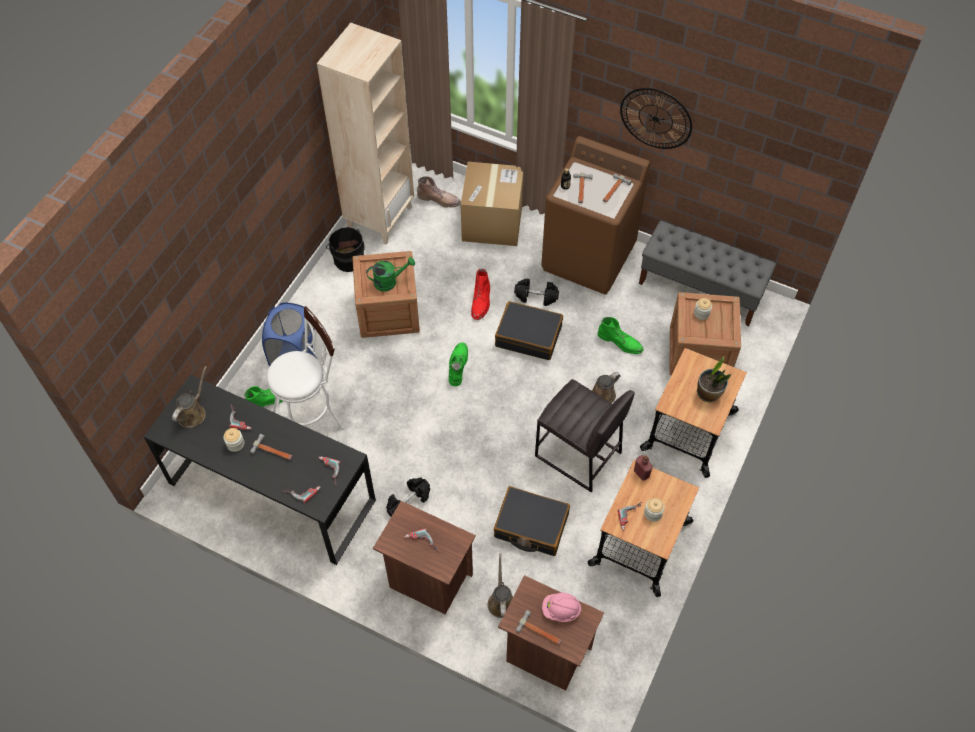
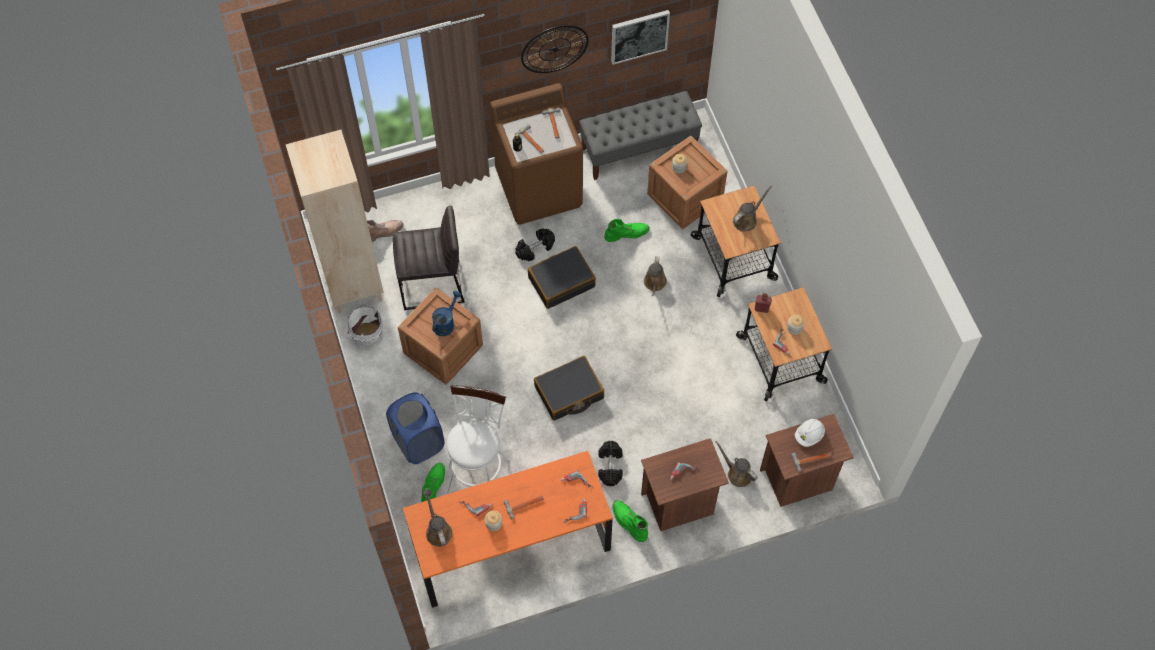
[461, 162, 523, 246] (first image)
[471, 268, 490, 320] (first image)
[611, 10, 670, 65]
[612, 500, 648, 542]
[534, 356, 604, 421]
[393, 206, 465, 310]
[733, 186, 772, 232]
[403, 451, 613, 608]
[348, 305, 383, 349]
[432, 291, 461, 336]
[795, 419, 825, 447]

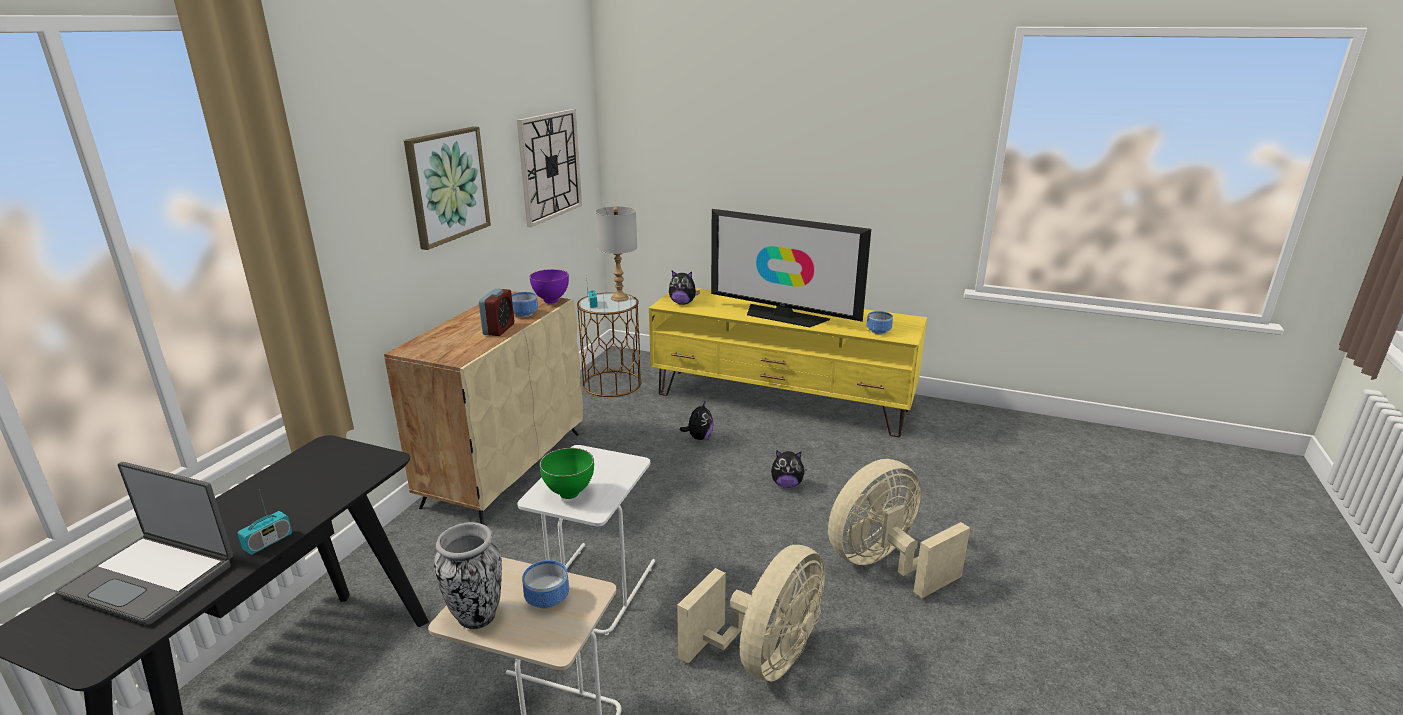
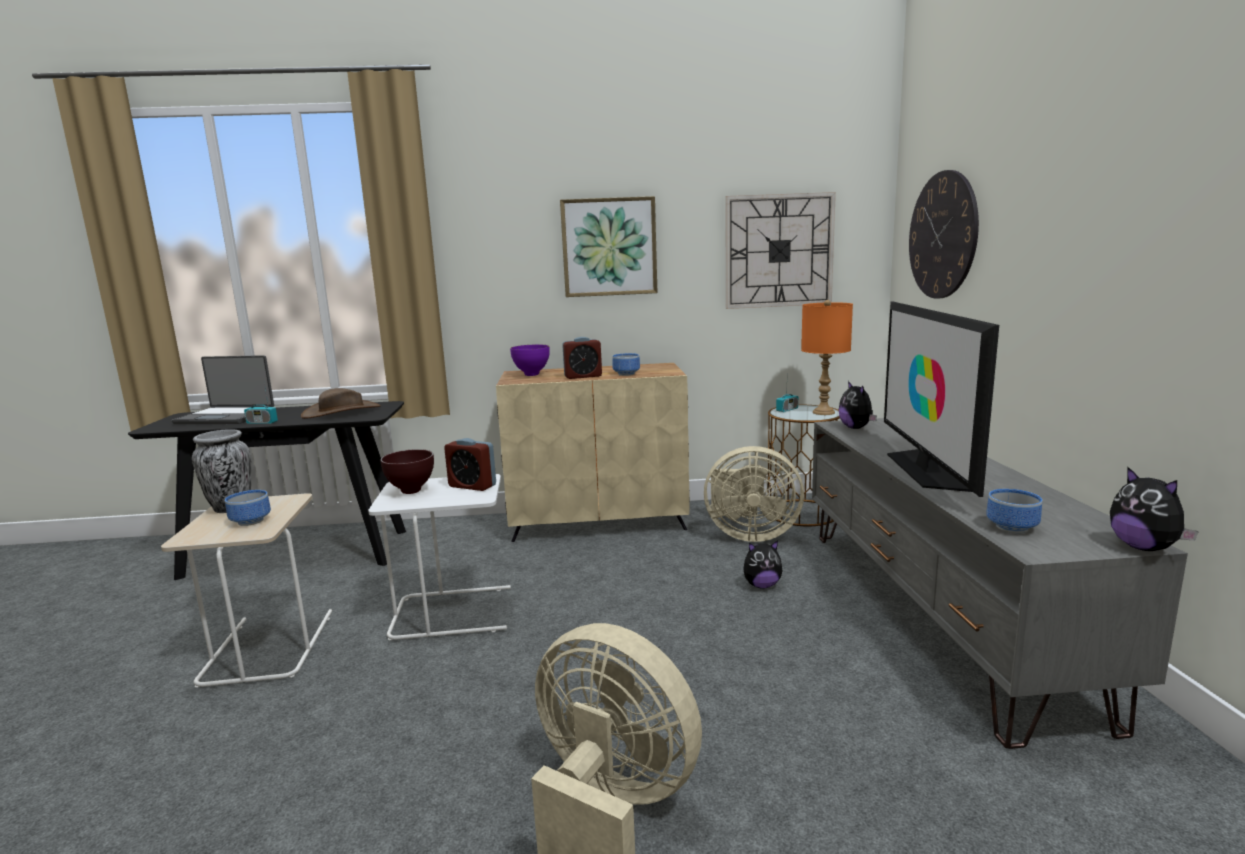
[301, 388, 381, 419]
[444, 438, 496, 491]
[909, 170, 979, 299]
[510, 344, 550, 376]
[704, 446, 804, 542]
[1110, 467, 1199, 551]
[380, 449, 434, 494]
[801, 300, 853, 415]
[812, 418, 1188, 749]
[172, 355, 274, 424]

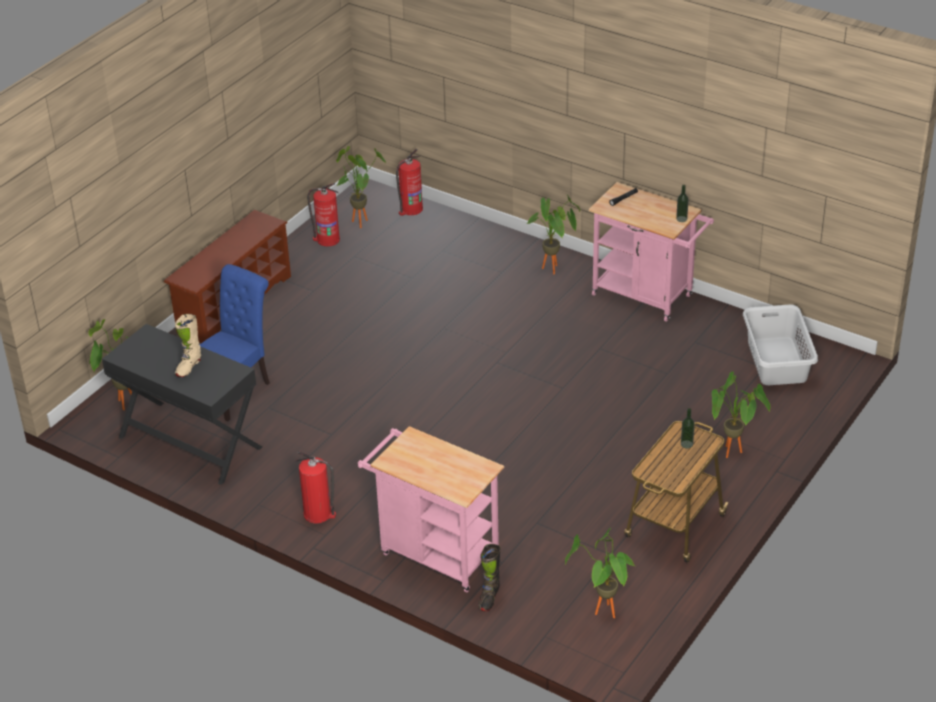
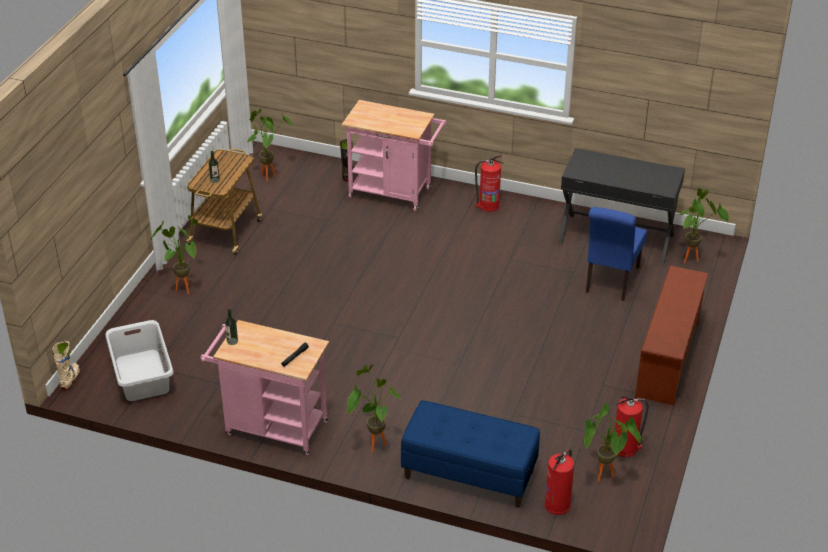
[401, 400, 540, 508]
[52, 341, 80, 390]

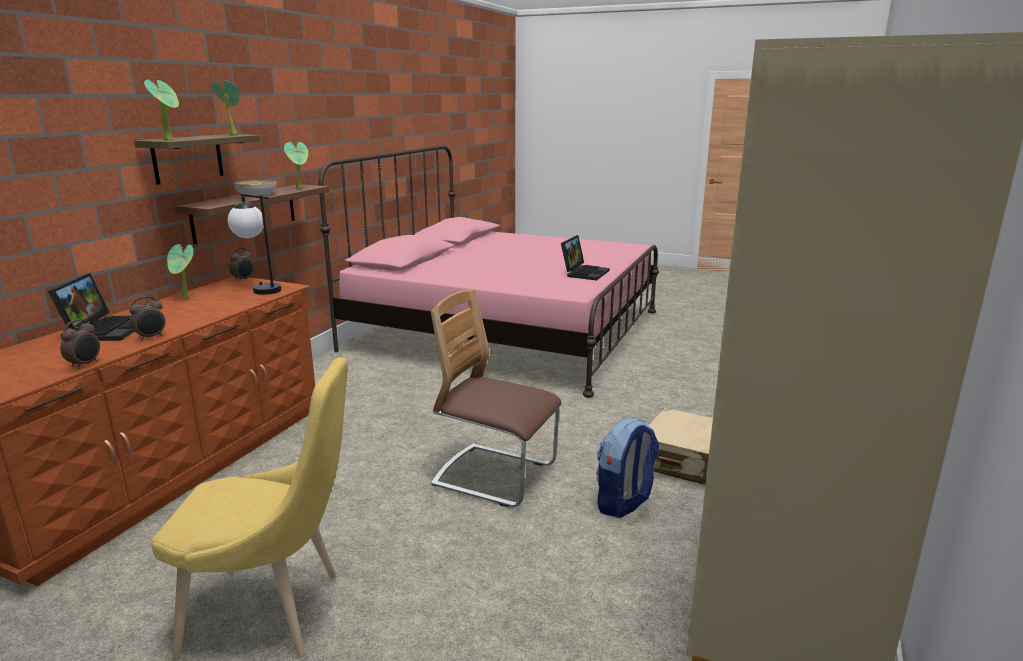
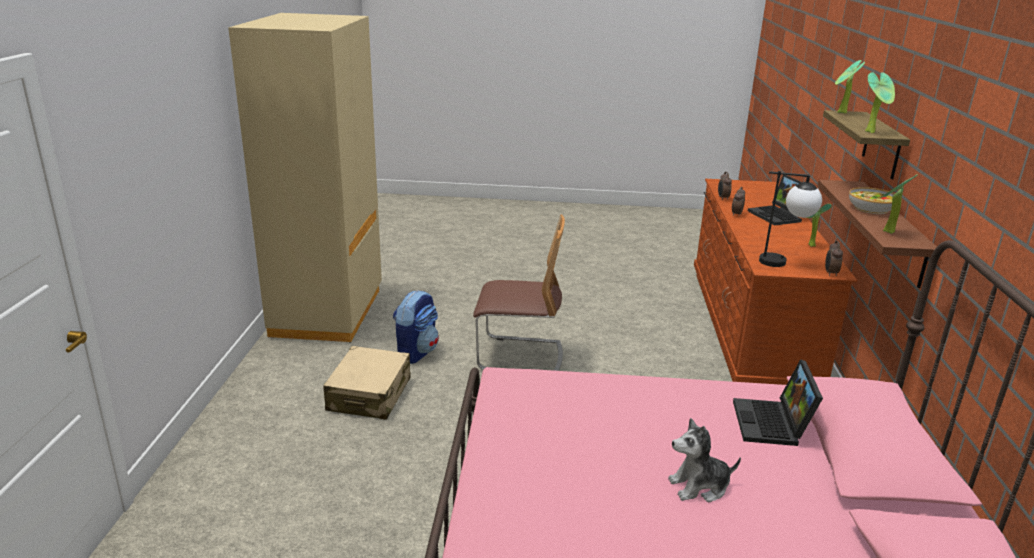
[151, 357, 348, 661] (first image)
[668, 418, 741, 503]
[733, 359, 823, 446]

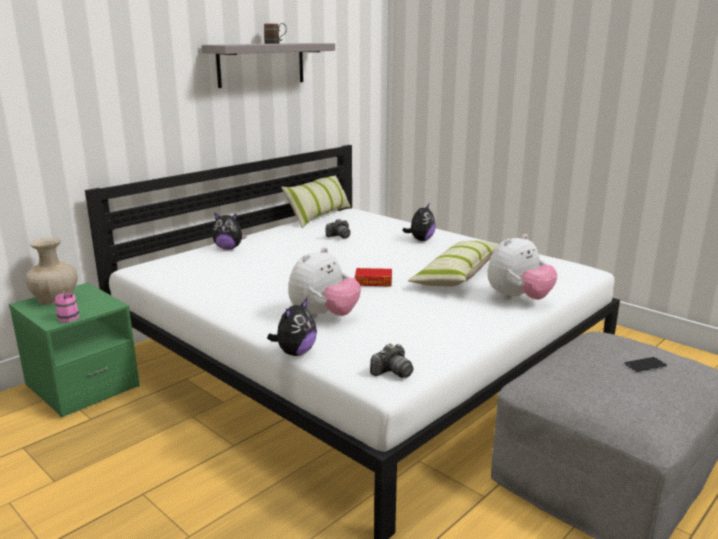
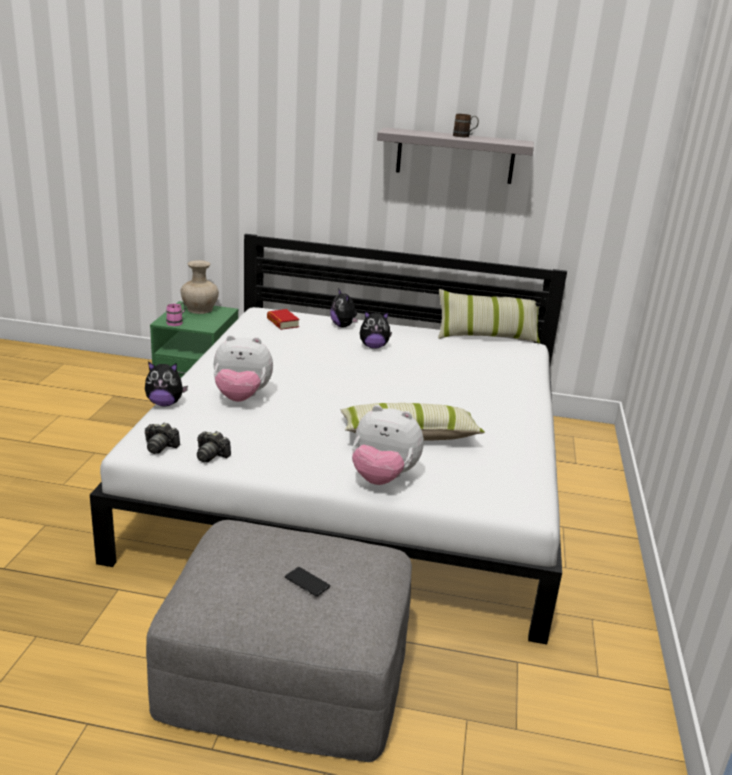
[197, 431, 231, 462]
[267, 309, 300, 330]
[360, 311, 392, 349]

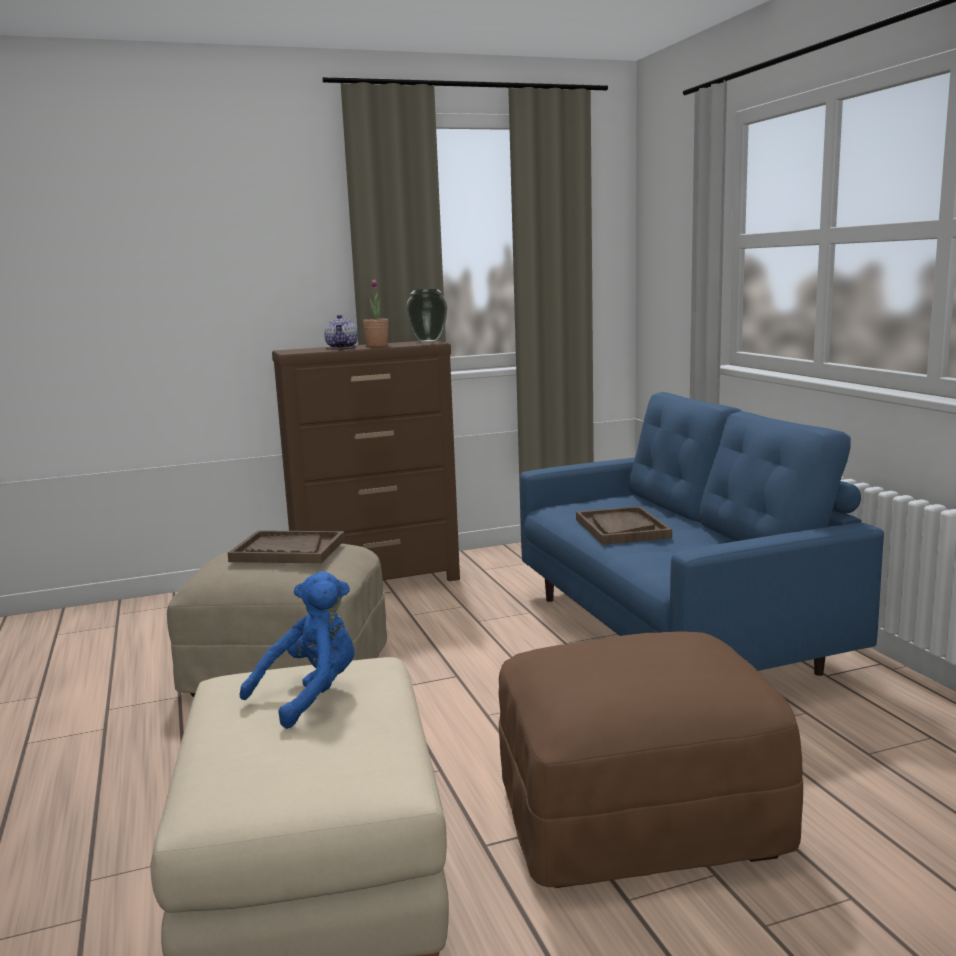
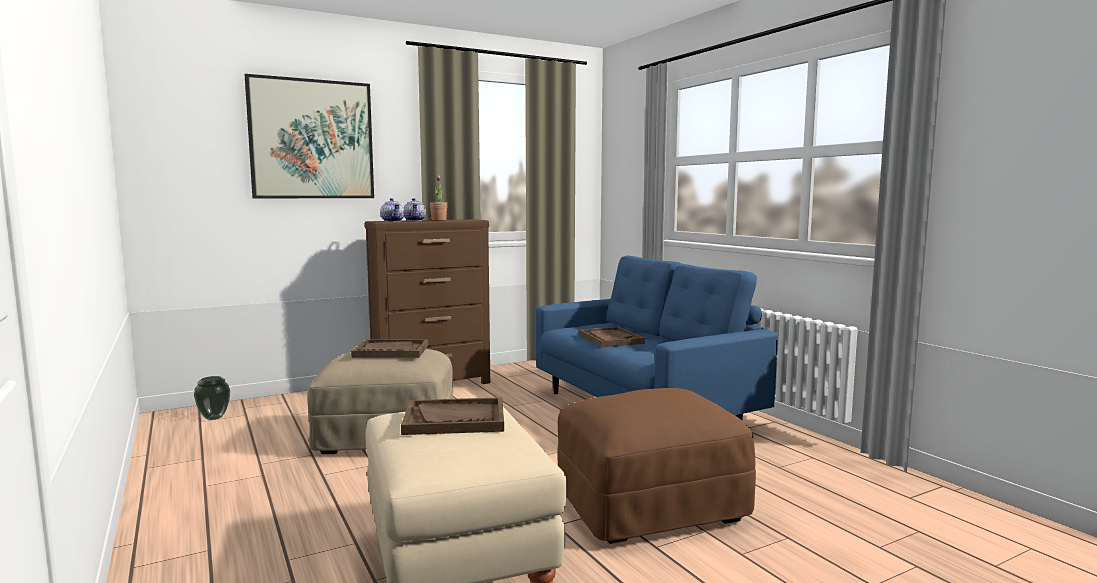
[245, 74, 374, 198]
[380, 198, 404, 222]
[194, 376, 230, 420]
[401, 397, 504, 435]

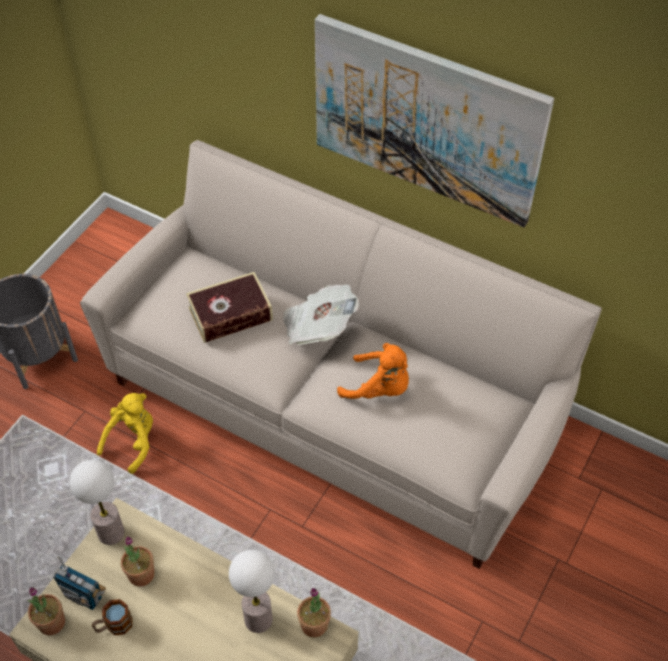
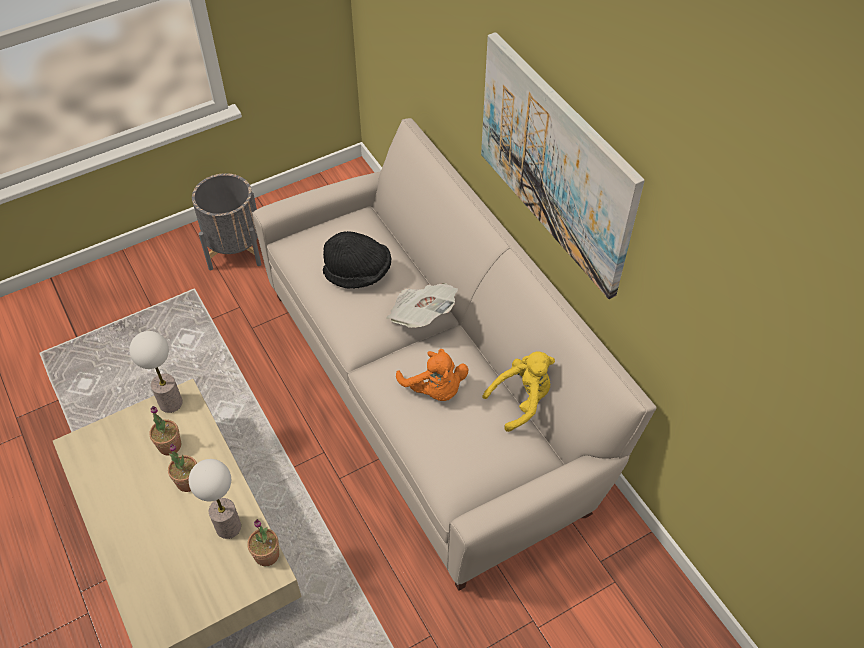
[53, 556, 106, 610] (first image)
[92, 599, 132, 635] (first image)
[168, 443, 197, 492]
[483, 351, 555, 432]
[323, 231, 391, 289]

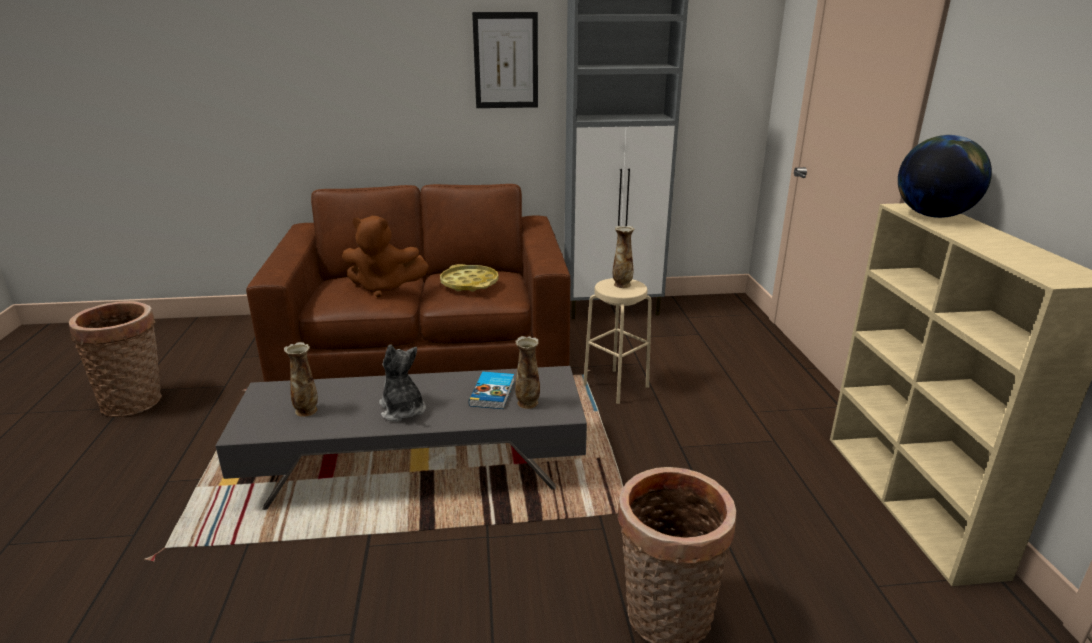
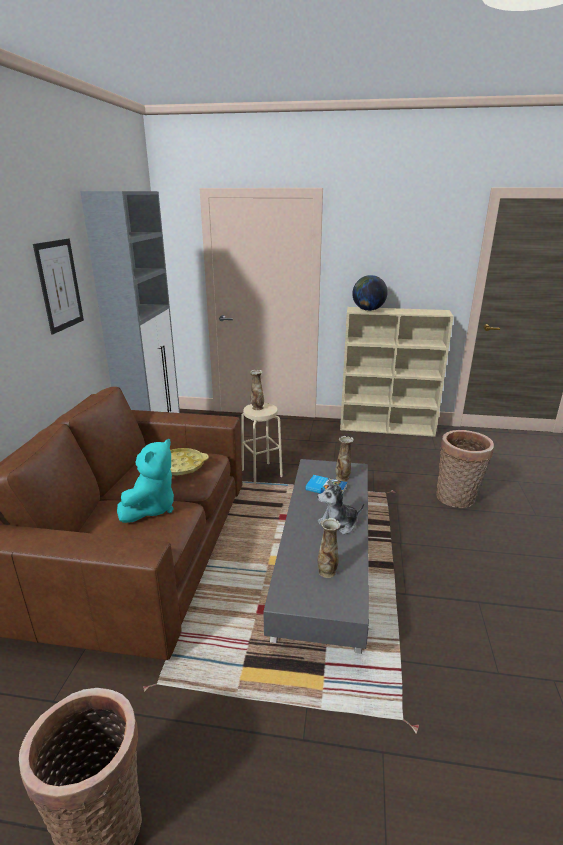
[117, 439, 174, 523]

